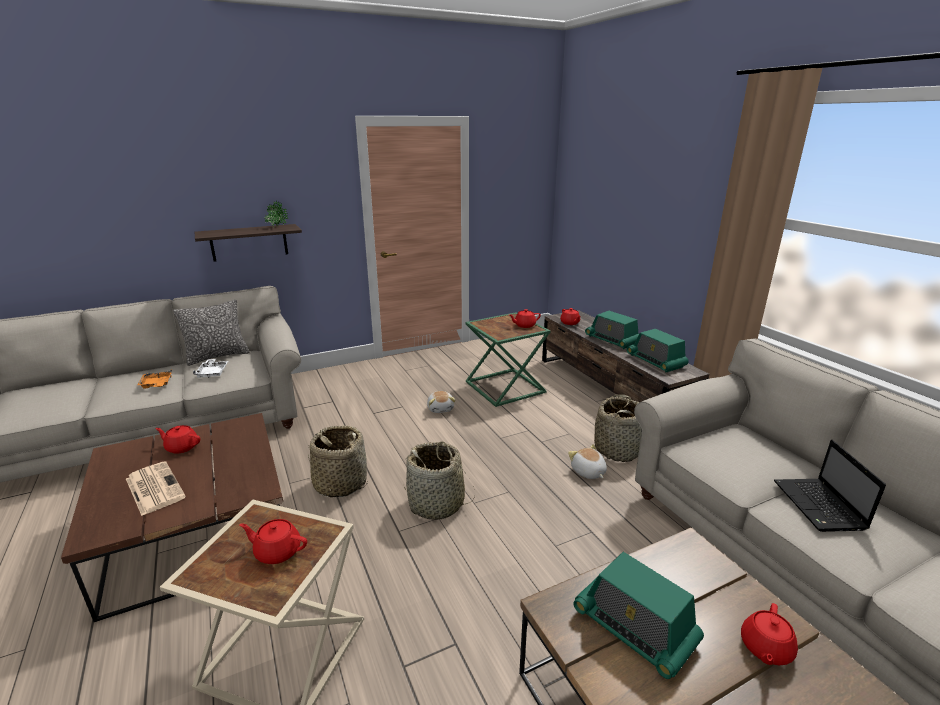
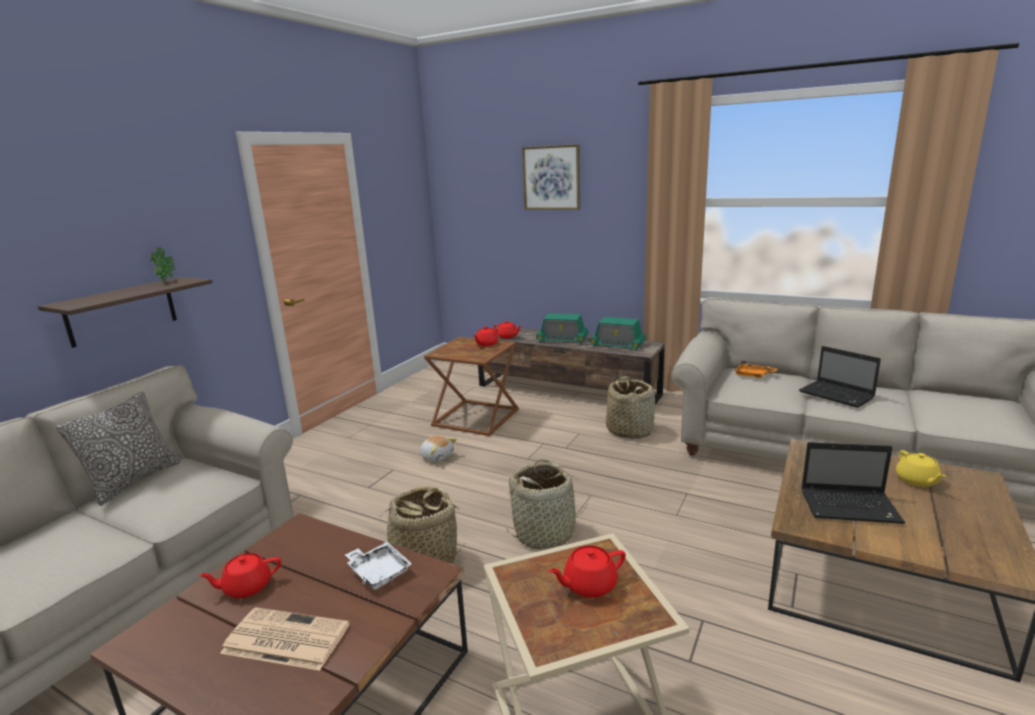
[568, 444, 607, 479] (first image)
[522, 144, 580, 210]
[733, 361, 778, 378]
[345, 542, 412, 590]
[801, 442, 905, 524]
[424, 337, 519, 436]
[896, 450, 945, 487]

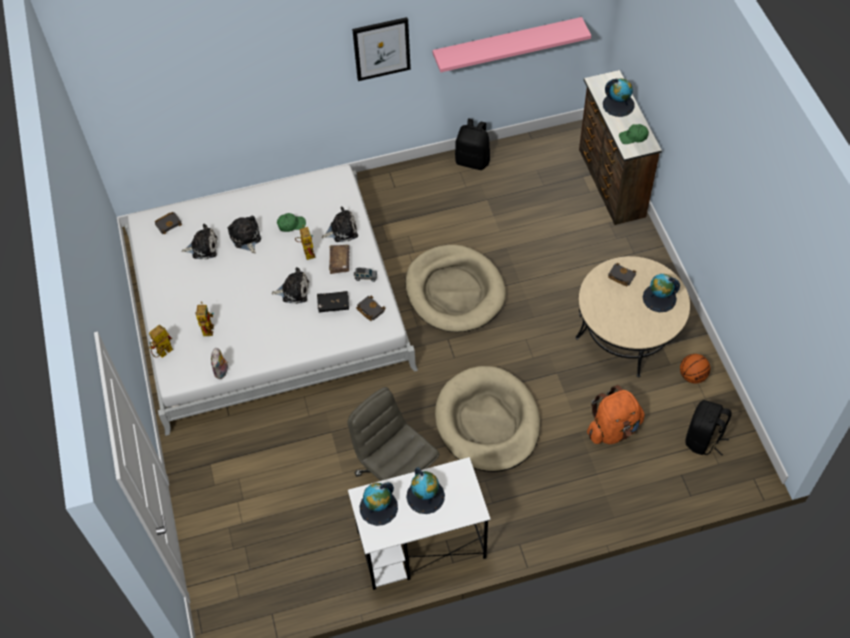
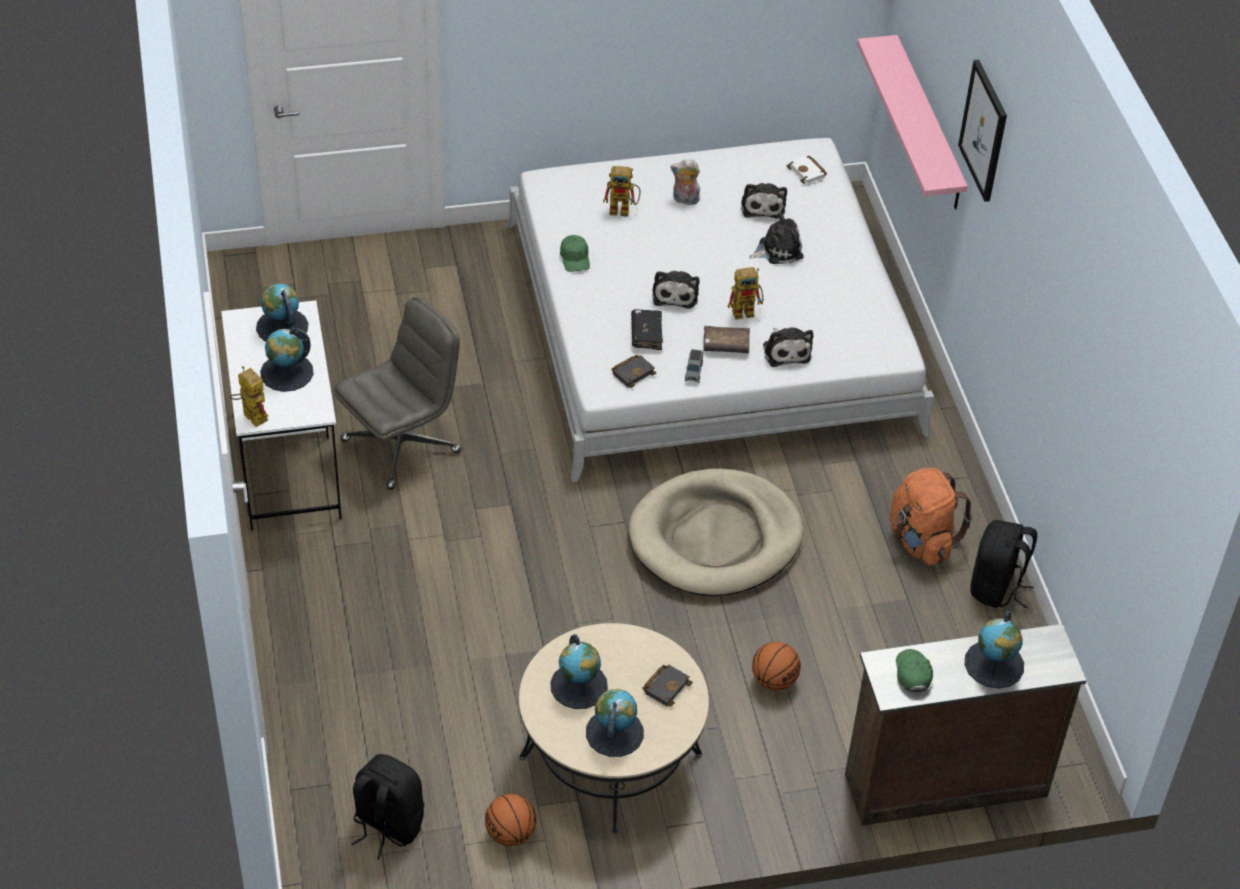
[435, 366, 540, 472] (first image)
[550, 634, 608, 709]
[752, 642, 801, 690]
[228, 366, 268, 427]
[670, 159, 701, 207]
[560, 235, 590, 272]
[958, 60, 1007, 202]
[857, 35, 968, 209]
[890, 468, 973, 566]
[786, 155, 827, 185]

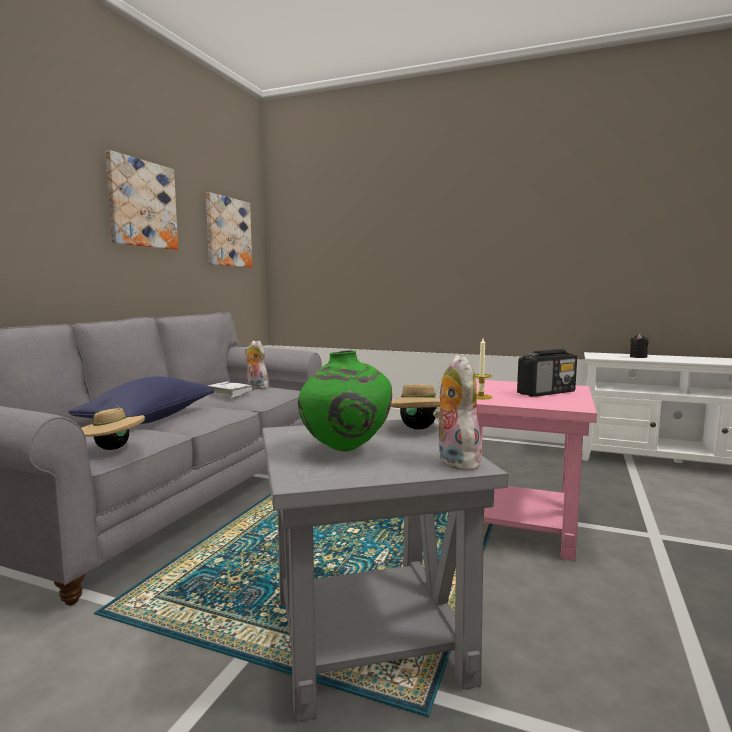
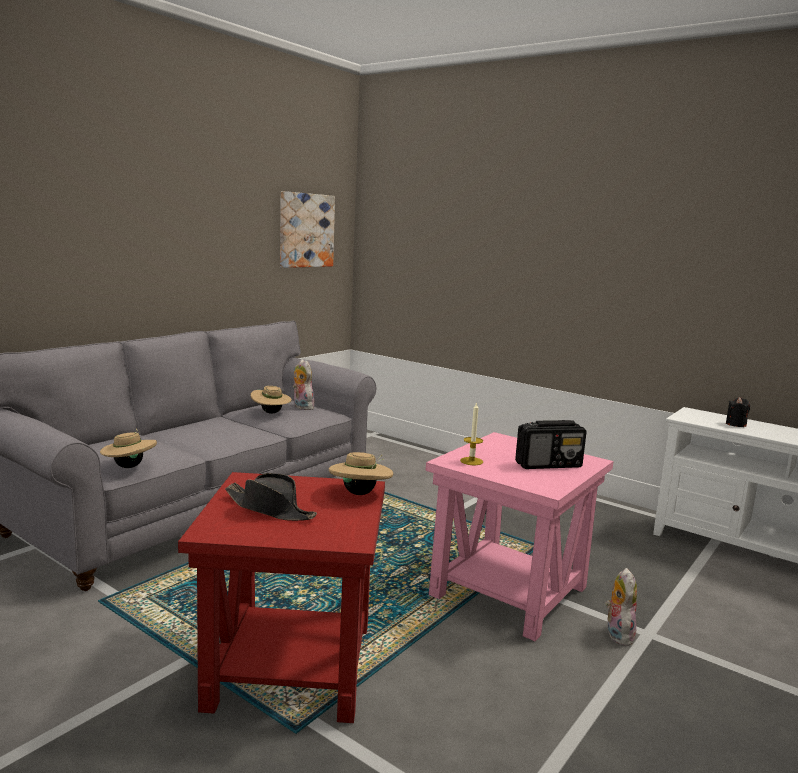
[69, 376, 214, 424] (first image)
[106, 150, 178, 250] (first image)
[605, 568, 637, 646]
[251, 386, 292, 414]
[225, 473, 317, 521]
[178, 472, 385, 723]

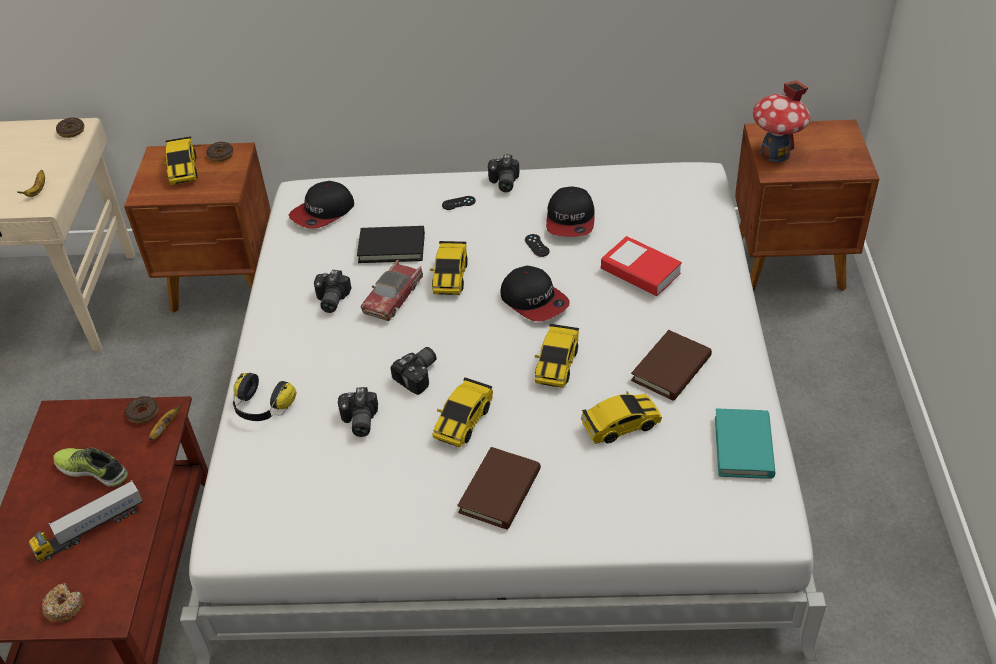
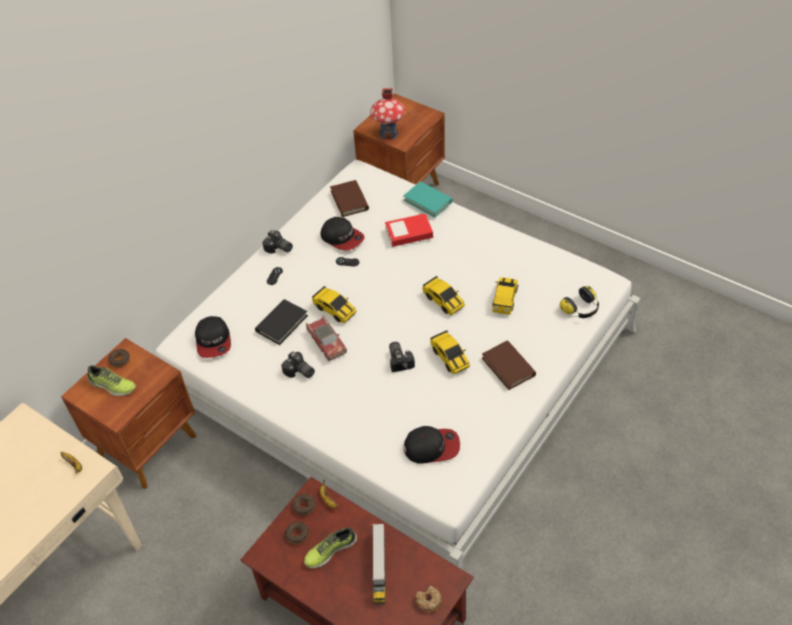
[338, 387, 378, 437] (first image)
[285, 521, 309, 544]
[559, 286, 599, 318]
[404, 426, 460, 463]
[330, 180, 369, 217]
[403, 181, 453, 217]
[88, 365, 136, 396]

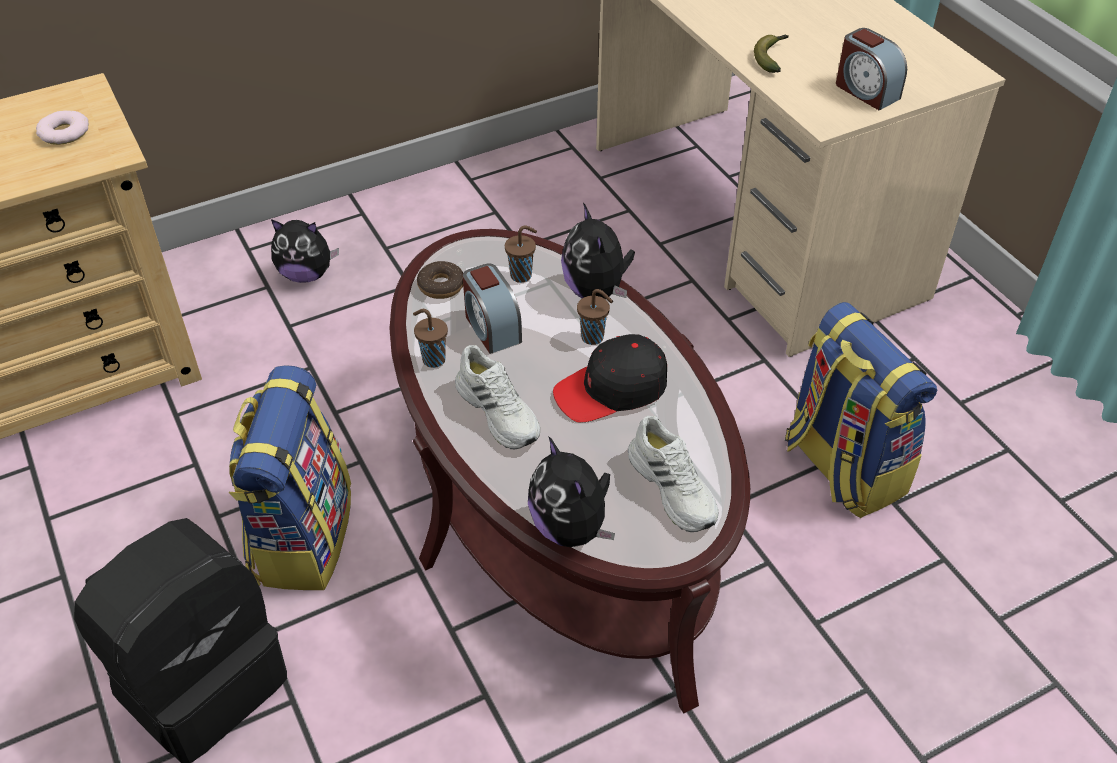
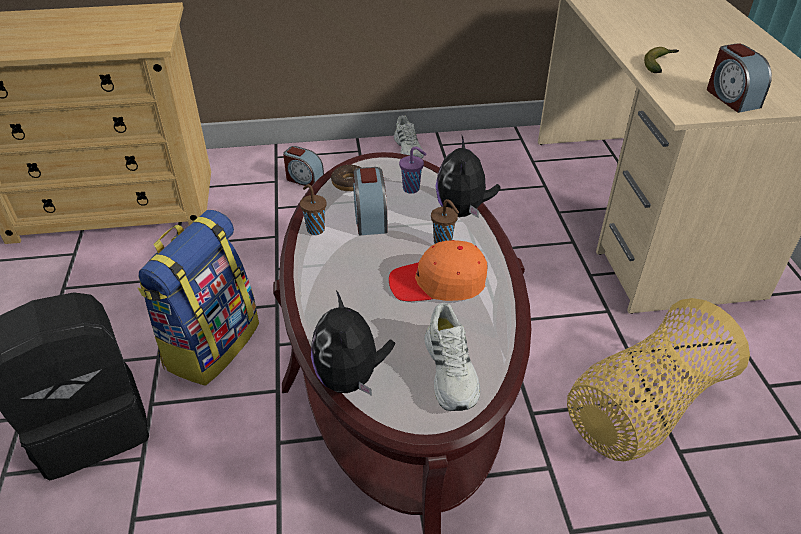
[36, 110, 89, 145] (first image)
[394, 115, 424, 159]
[283, 146, 324, 186]
[567, 298, 750, 461]
[399, 147, 426, 194]
[389, 240, 488, 301]

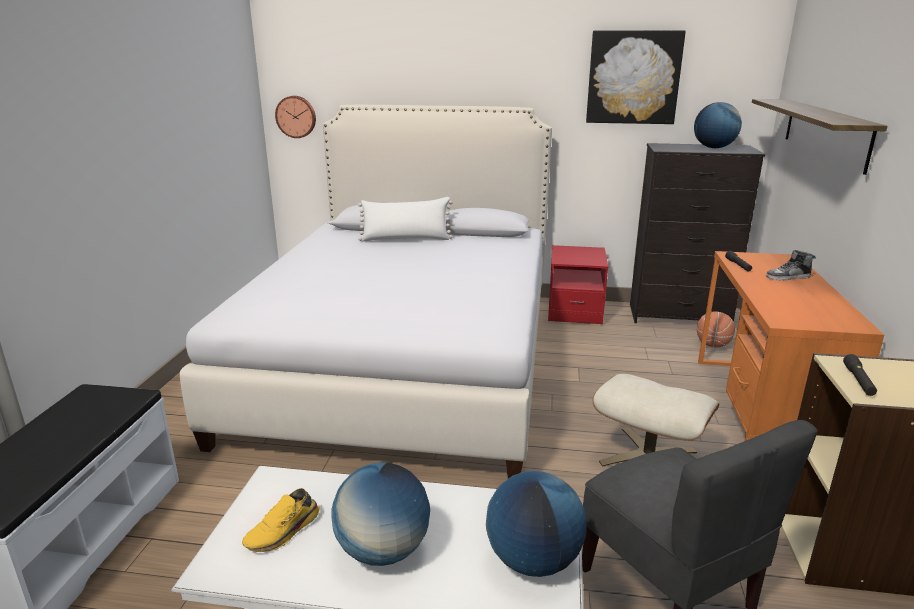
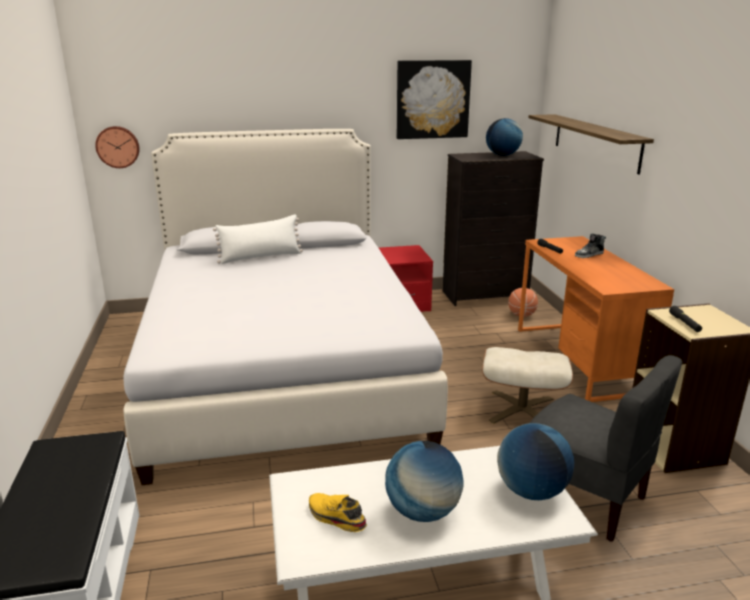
[309, 493, 367, 532]

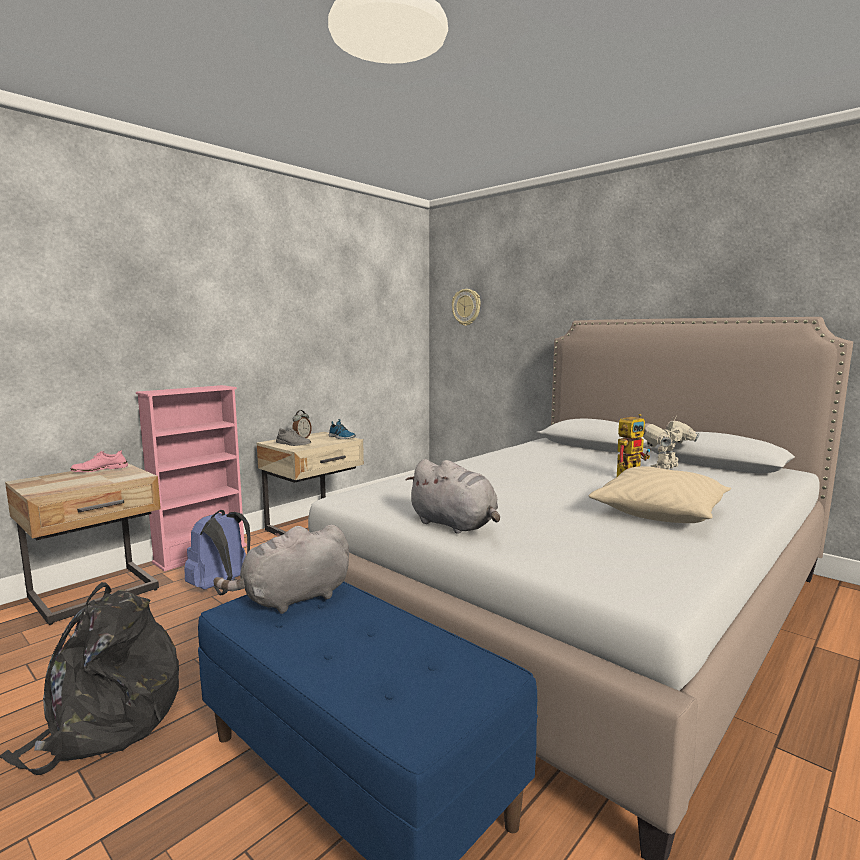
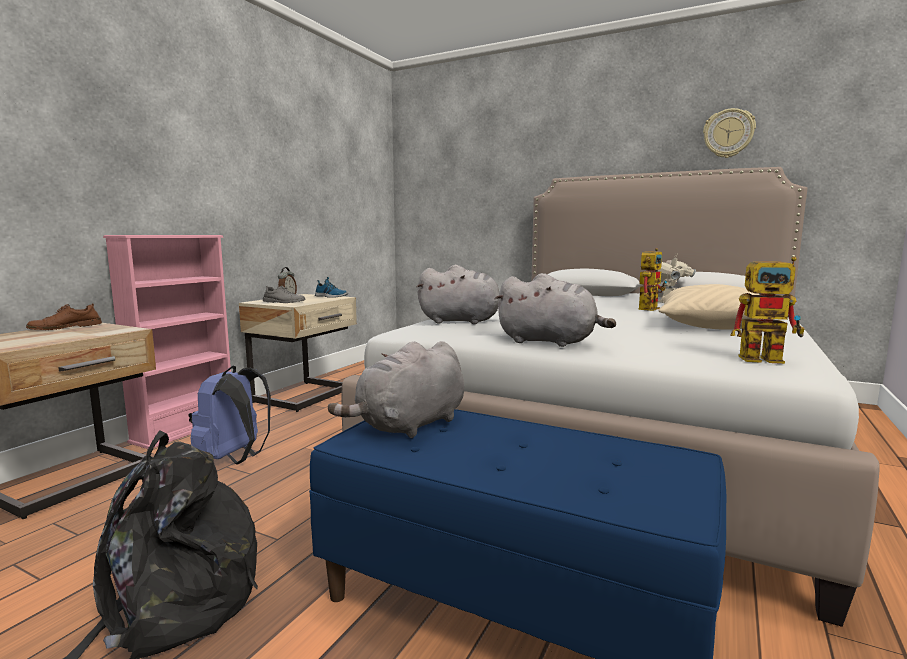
[416, 265, 499, 324]
[730, 257, 804, 364]
[703, 108, 756, 158]
[26, 303, 102, 330]

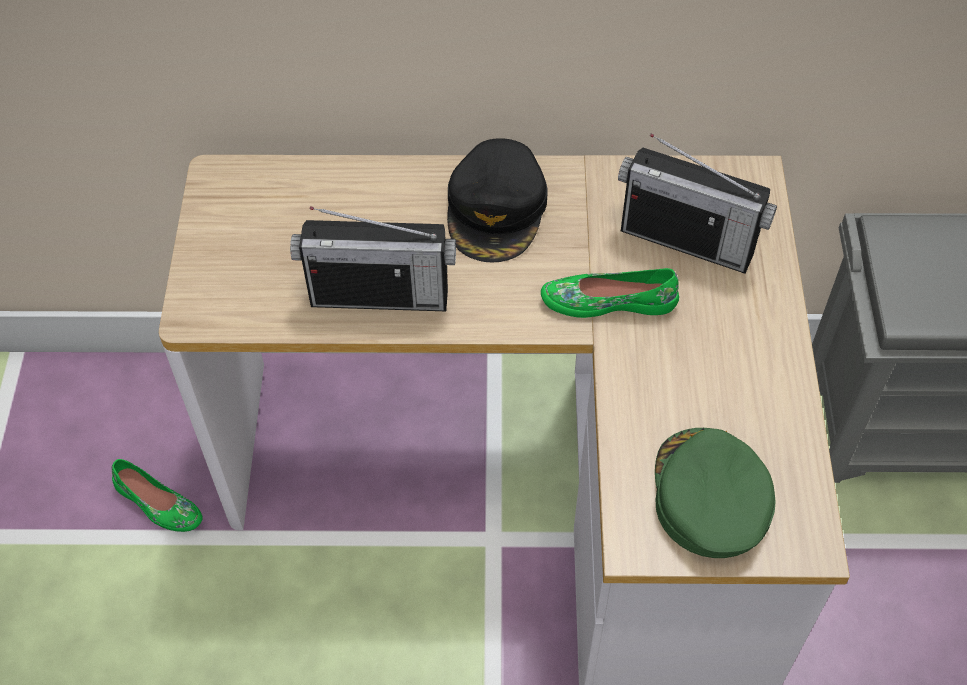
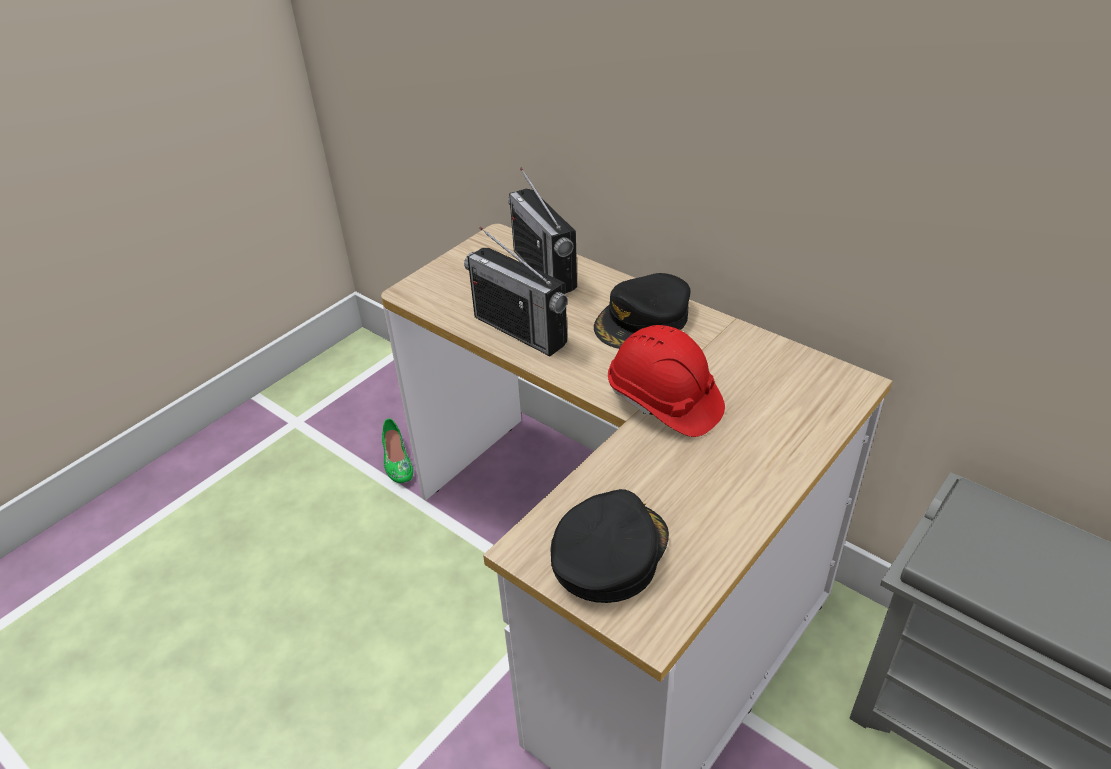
[508, 168, 577, 293]
[608, 325, 725, 437]
[550, 489, 669, 603]

